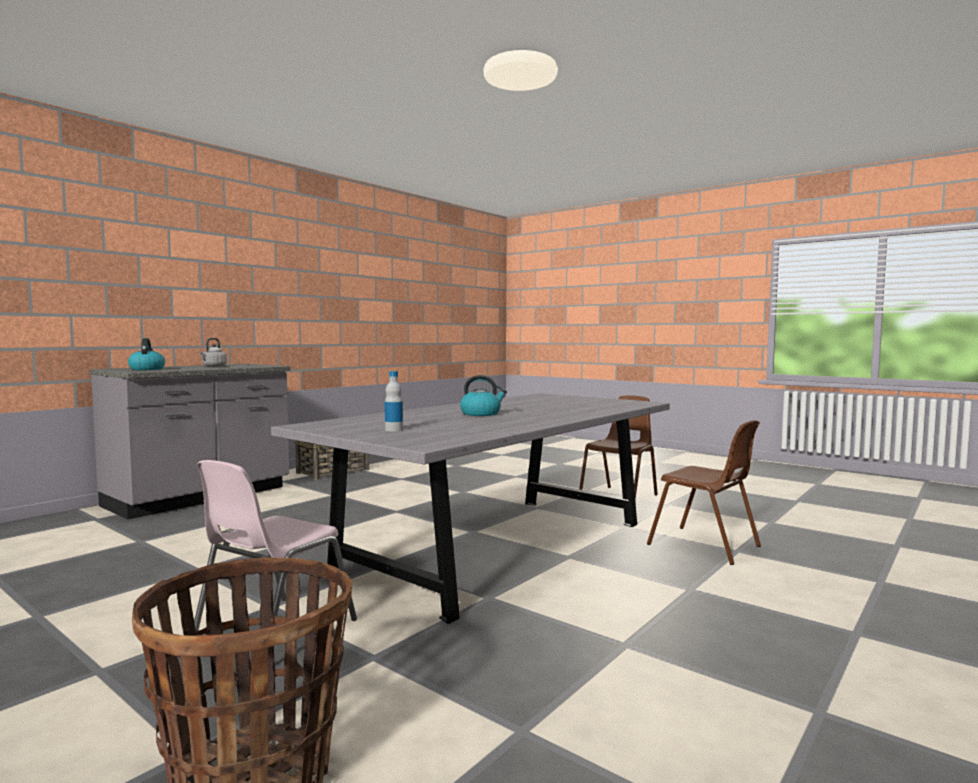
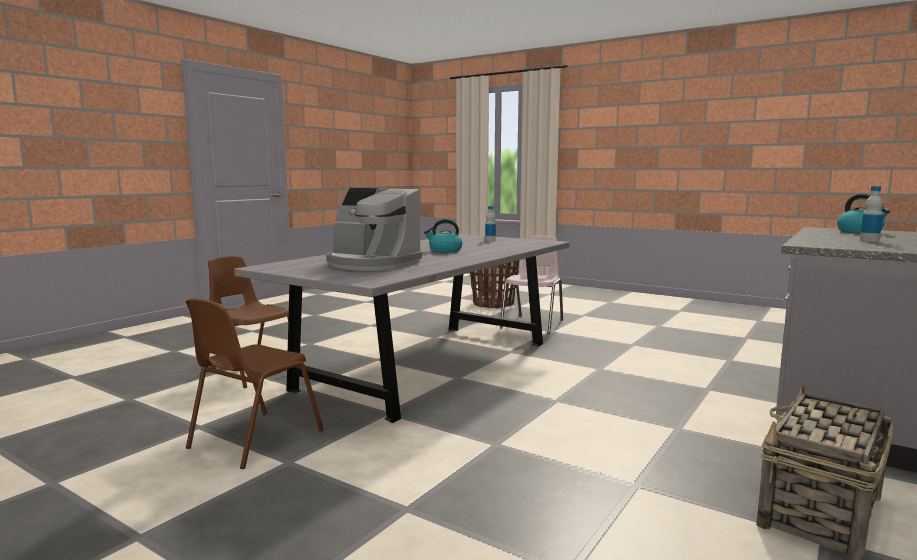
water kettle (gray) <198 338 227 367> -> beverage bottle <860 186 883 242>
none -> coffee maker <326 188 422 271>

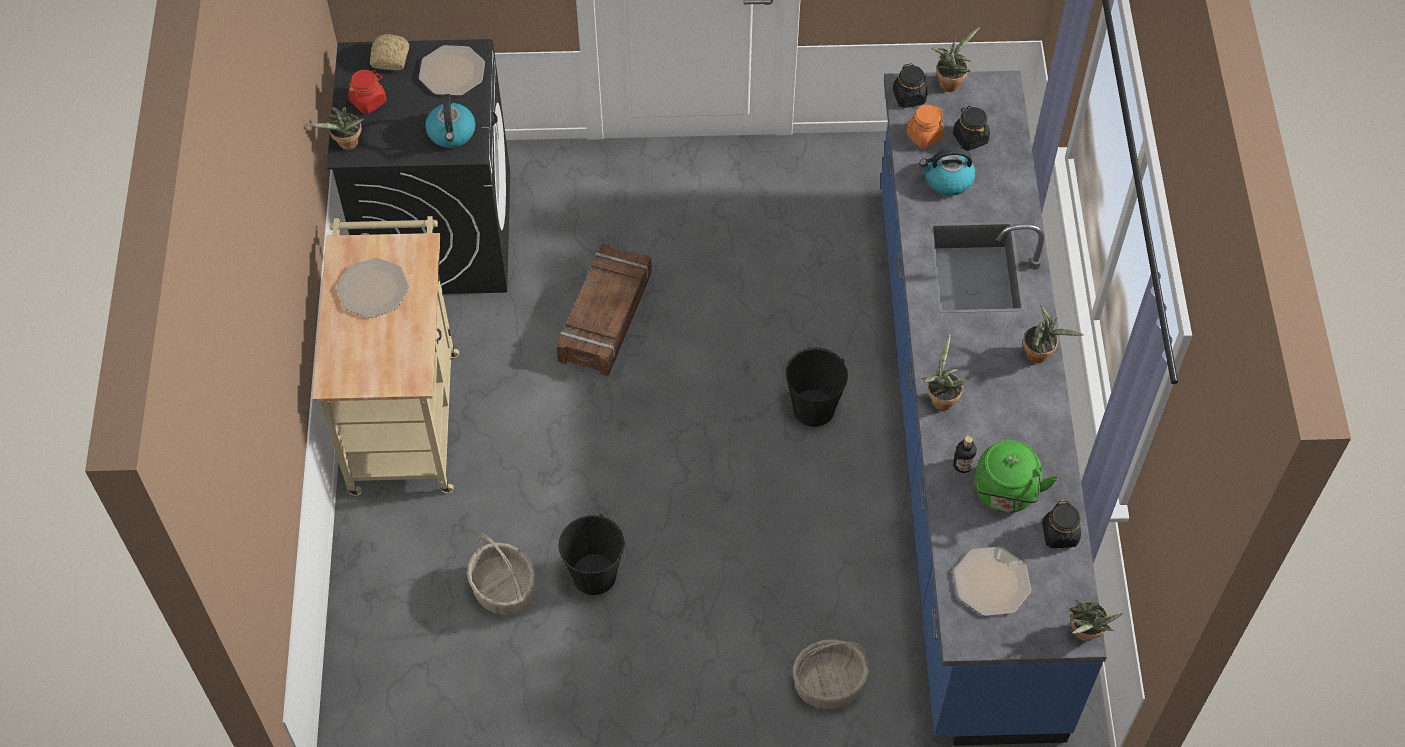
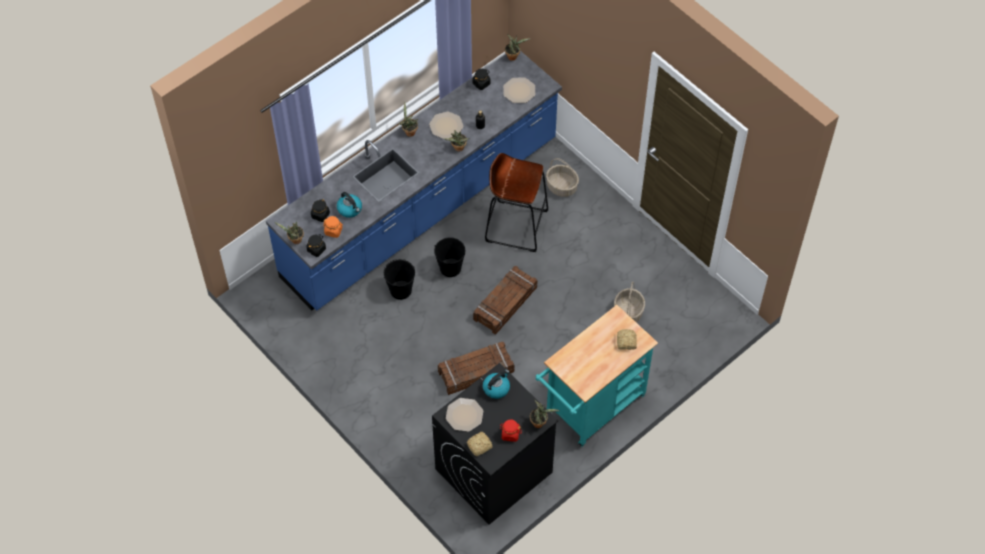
wheeled cart (sand-coloured) <312 216 459 496> -> wheeled cart (turquoise) <535 305 658 447>
plate <337 258 409 318> -> plate <429 111 463 139>, move
water kettle (green-coloured) <975 440 1058 513> -> none
bucket (black-coloured) <559 514 625 595> -> bucket (black-coloured) <384 259 415 300>, move
none -> stool seat (brownish) <485 153 548 252>
none -> packing crate <473 266 538 335>
none -> baked bread <617 329 637 350>

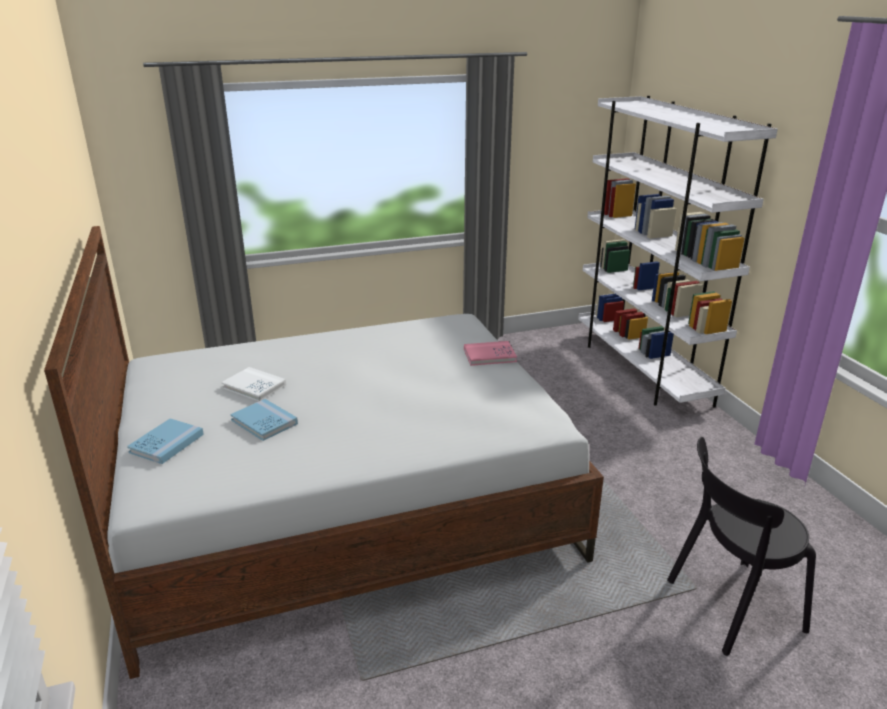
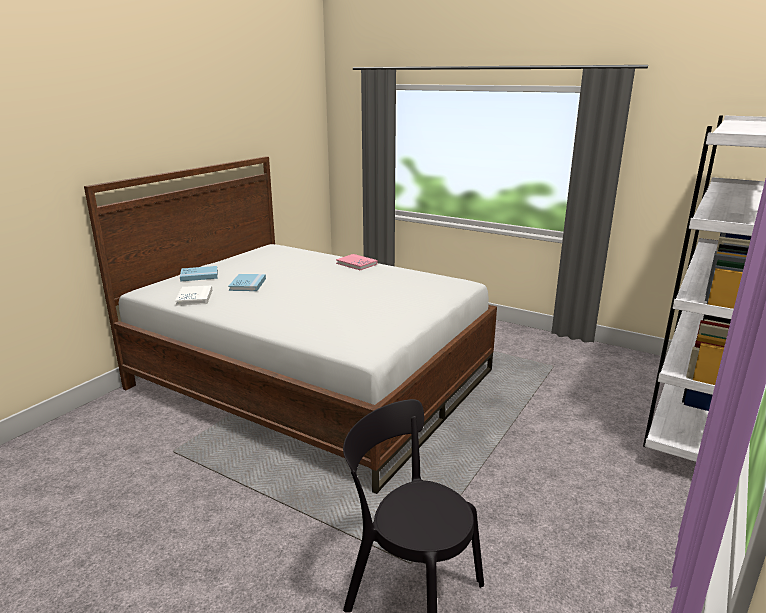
book (pink) <464 341 517 366> -> book (pink) <336 254 377 270>, move
book (whitish) <221 367 286 402> -> book (whitish) <175 285 212 306>, move

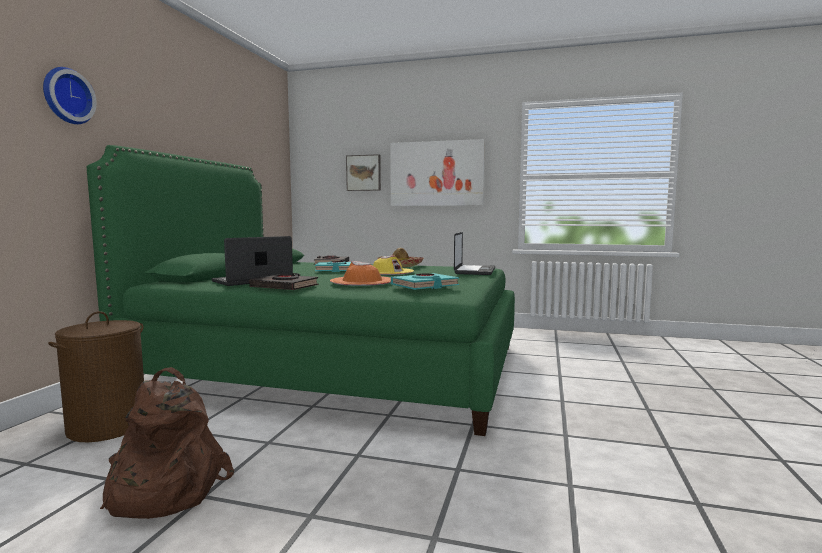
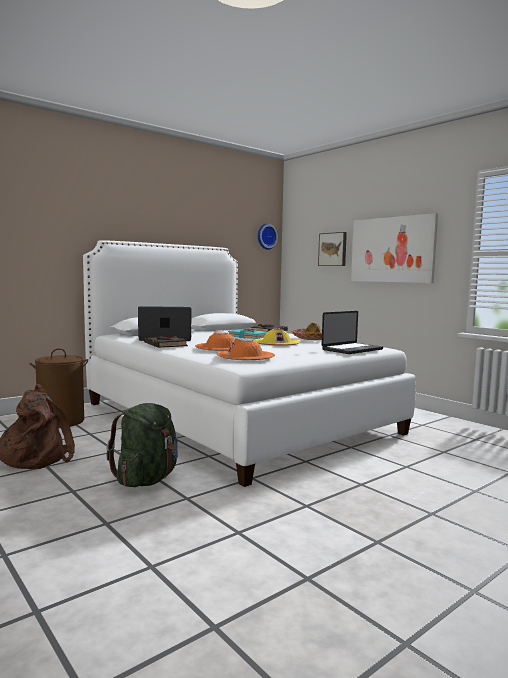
wall clock <43 67 97 124> -> wall clock <258 223 278 250>, move
bed (green-coloured) <87 145 515 436> -> bed (whitish) <83 240 416 487>
book (turquoise) <391 273 459 290> -> hat (orangey) <217 338 275 360>
none -> rucksack (green-coloured) <107 403 178 487>

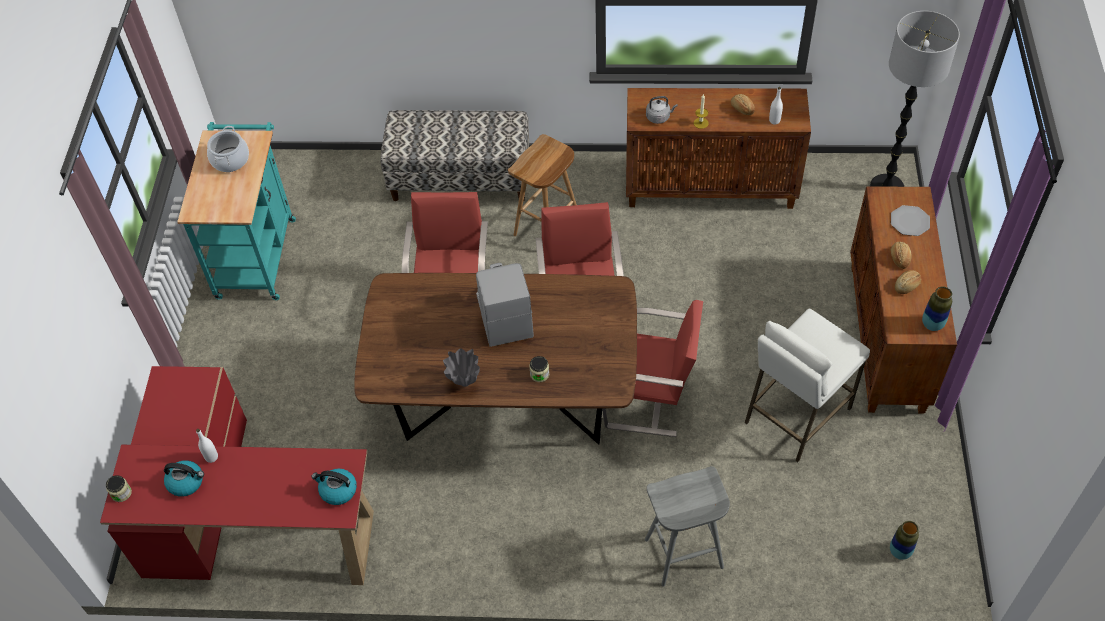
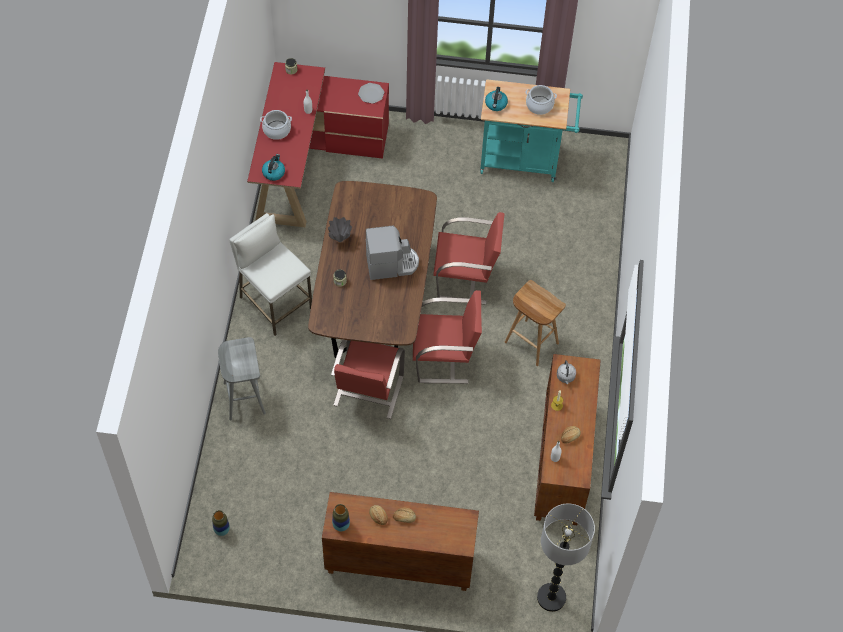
bench <380 110 529 202> -> none
plate <891 205 930 236> -> plate <358 83 384 104>, move
stool seat (whitish) <744 309 870 462> -> stool seat (whitish) <229 213 312 336>, move
water kettle <164 460 204 496> -> water kettle <485 87 508 111>, move
none -> saucepot <260 110 292 140>

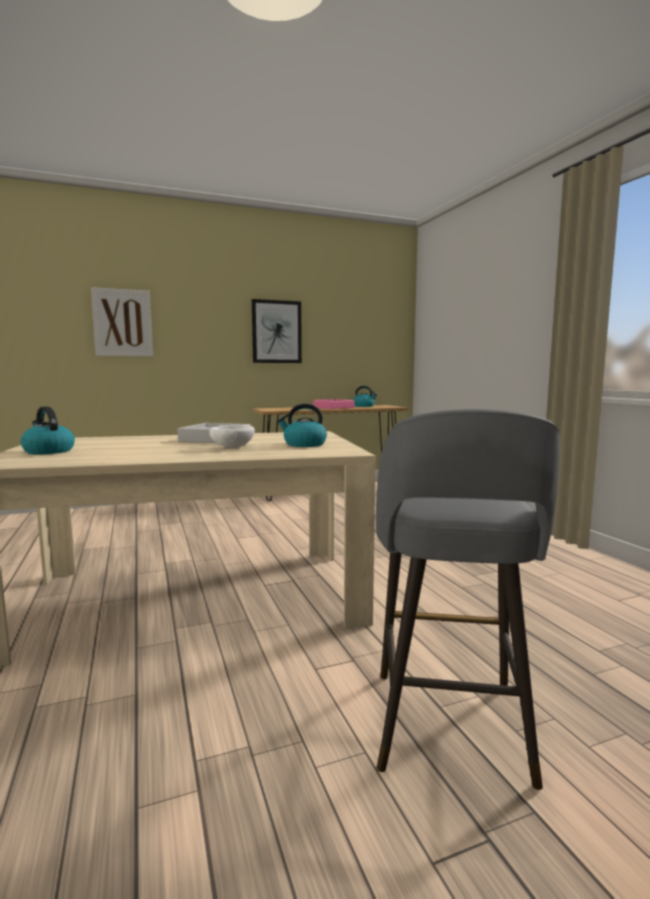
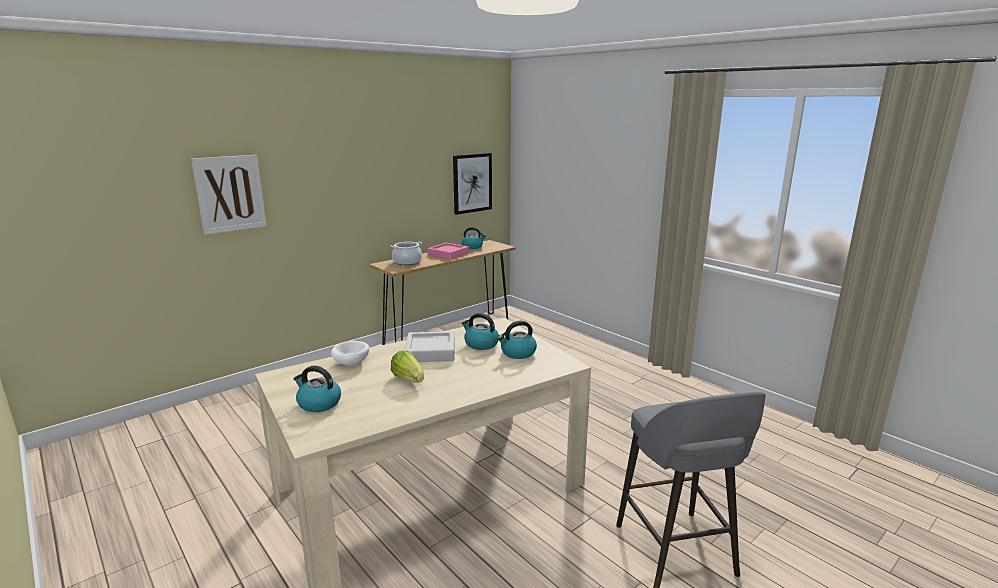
wall art <252 299 302 363> -> wall art <453 153 492 215>, move
deep dish (whitish) <209 425 255 448> -> deep dish (whitish) <331 341 369 366>, move
none -> saucepot <391 242 422 266>
none -> water kettle <462 313 499 350>
none -> lettuce <391 351 424 383>

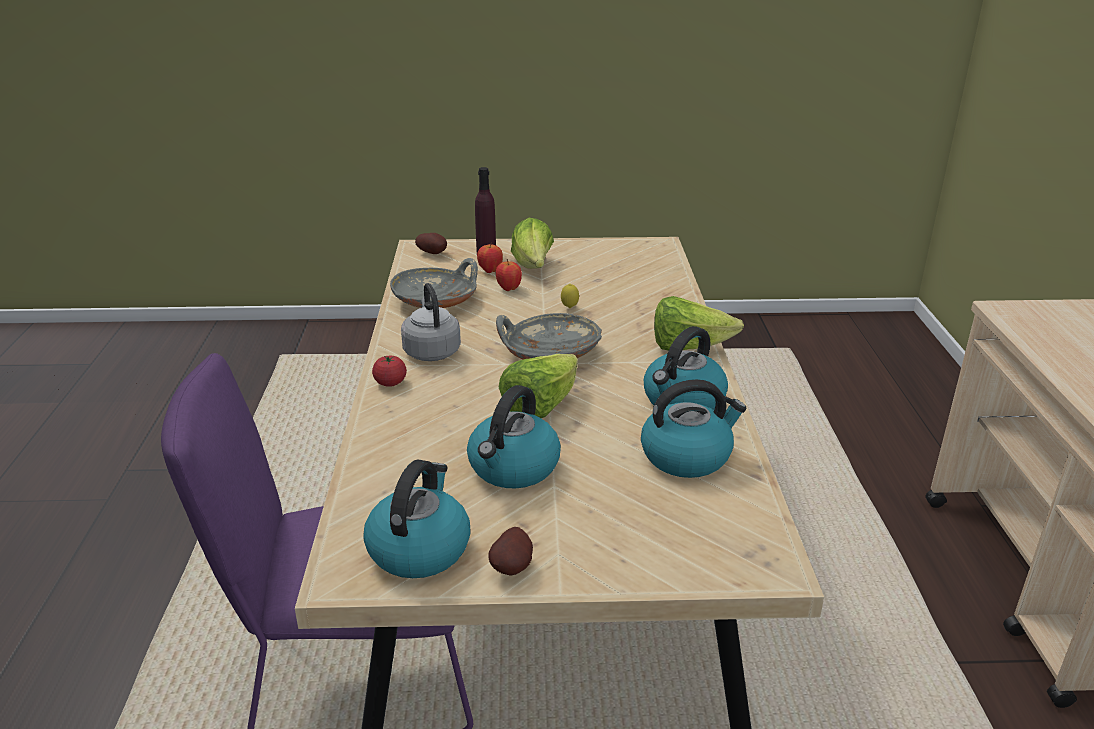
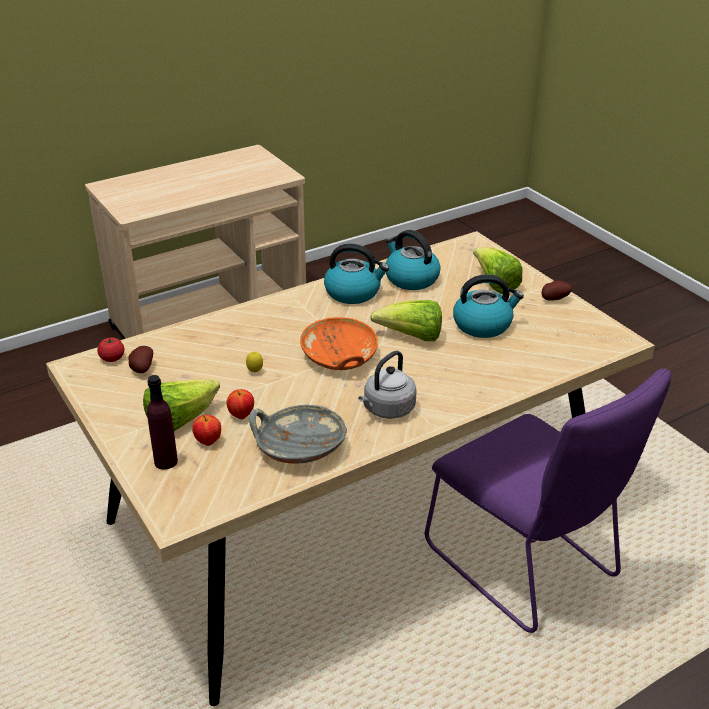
potato <415 233 447 254> -> potato <128 346 153 373>, move
lettuce <654 296 744 351> -> lettuce <473 247 523 294>, move
deep dish (gray) <496 313 602 359> -> deep dish (orangey) <300 317 378 370>
tomato <372 356 407 387> -> tomato <97 337 125 362>, move
water kettle <363 460 471 578> -> none

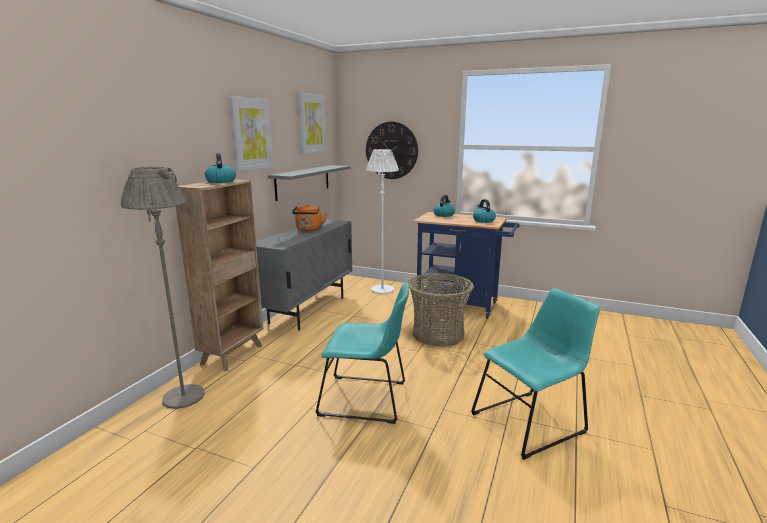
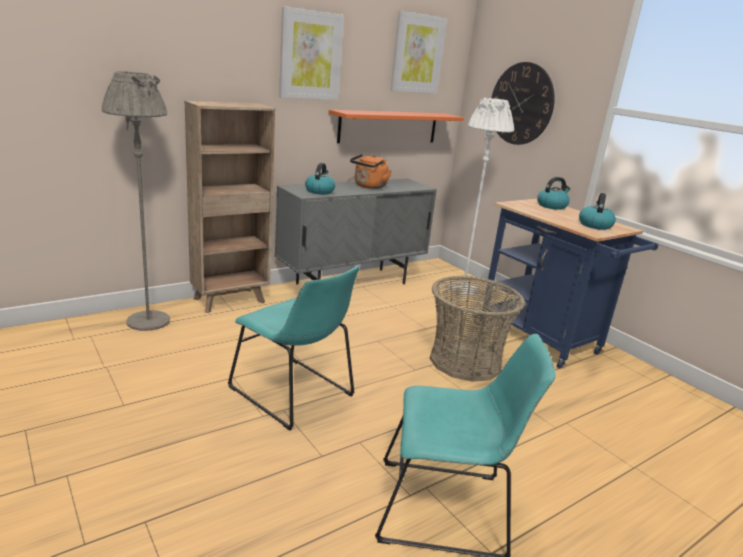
water kettle <205 153 236 183> -> water kettle <305 163 335 194>, move
shelf (gray) <268 165 351 201> -> shelf (orangey) <329 110 464 143>

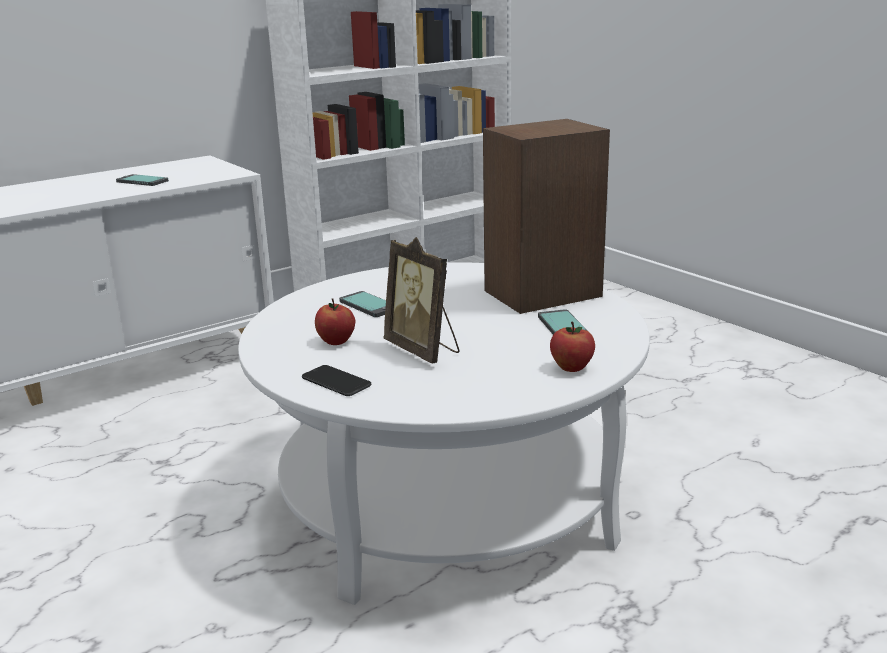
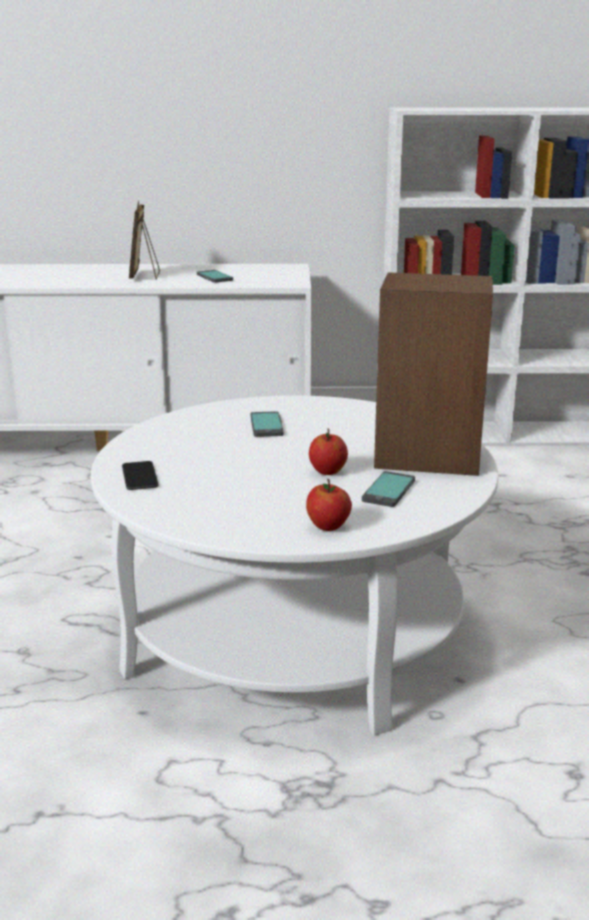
photo frame <383 237 460 364> -> photo frame <129 200 160 280>, move
apple fruit <315 298 356 345> -> apple fruit <309 429 348 475>, move

